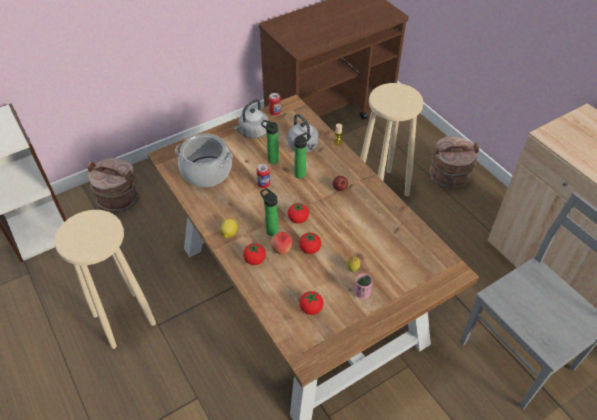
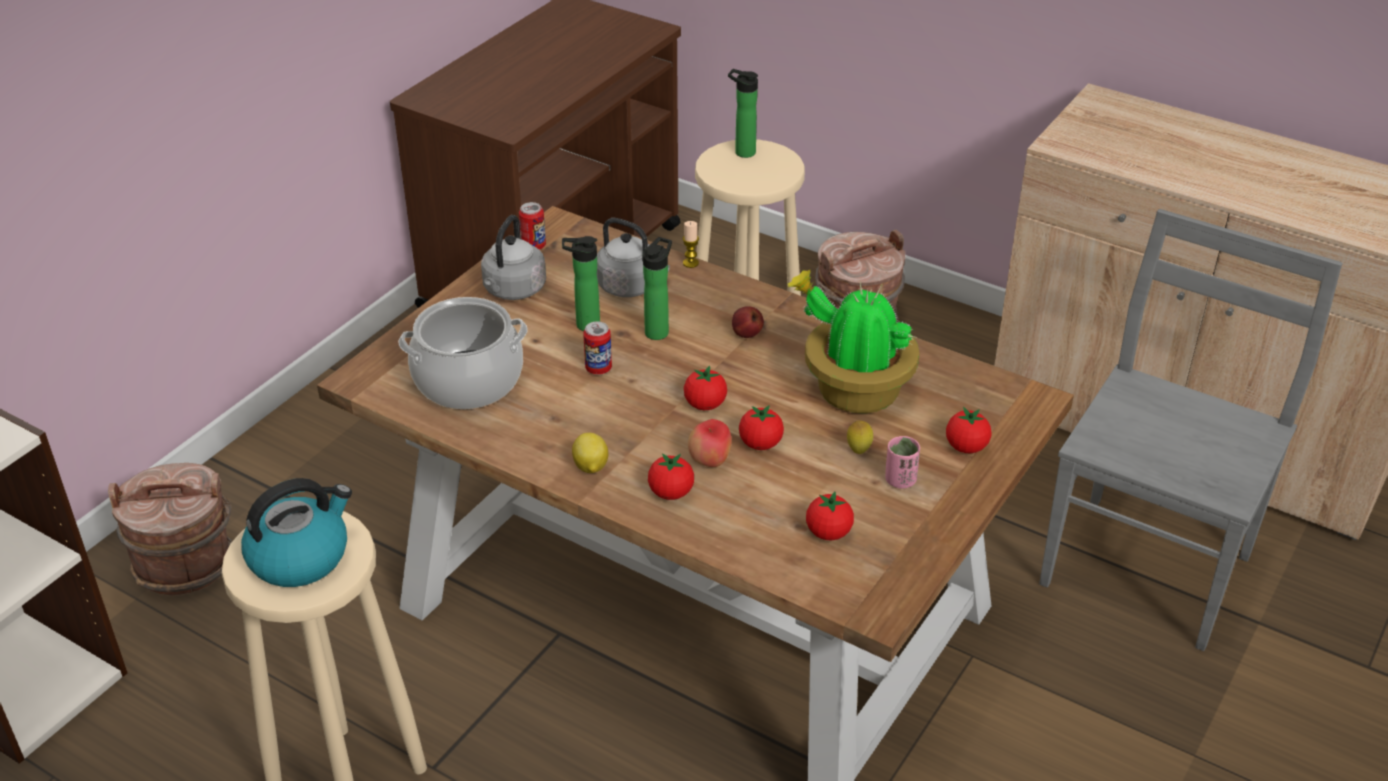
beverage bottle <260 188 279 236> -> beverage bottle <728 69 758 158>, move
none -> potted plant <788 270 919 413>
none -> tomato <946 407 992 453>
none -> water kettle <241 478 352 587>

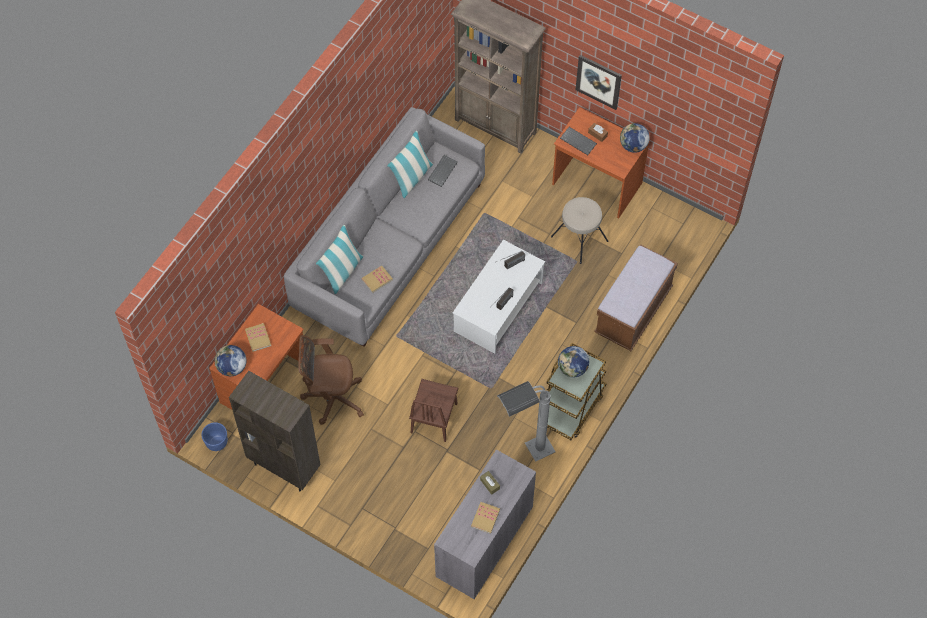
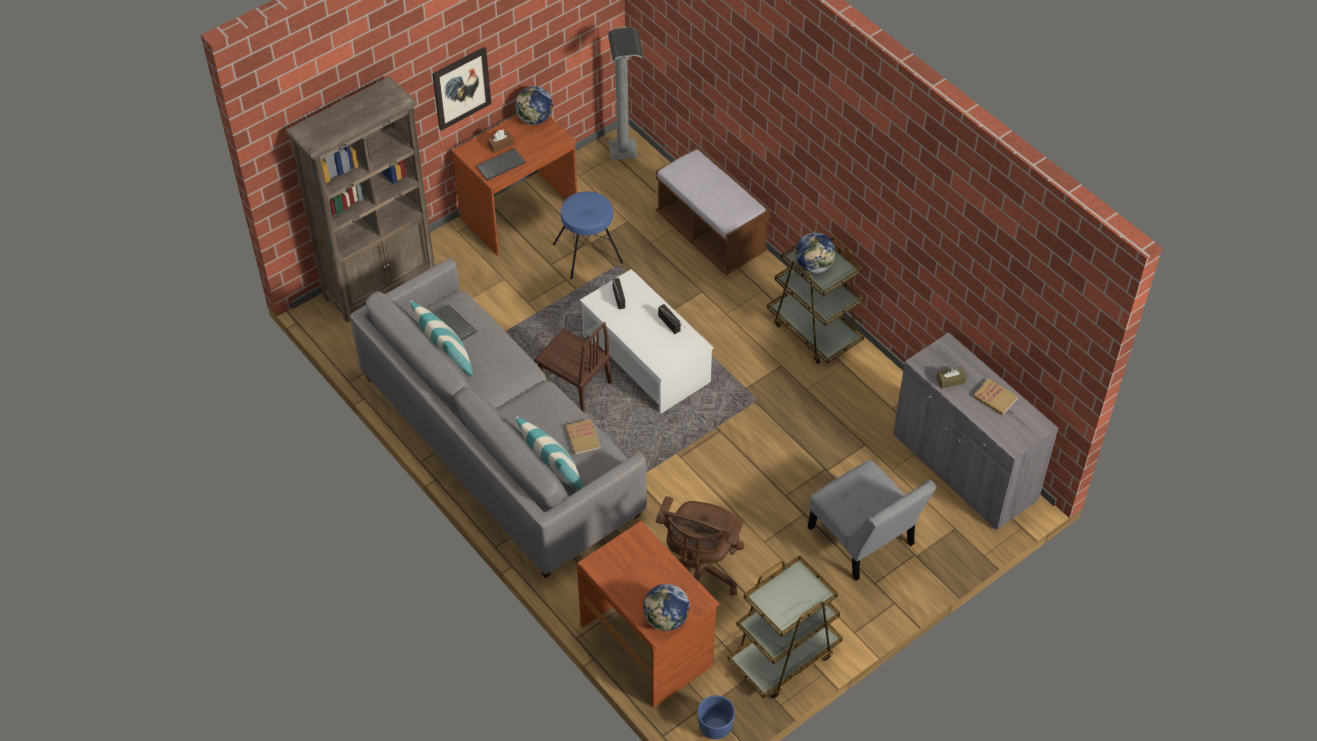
stool seat (sand-coloured) <551 197 608 264> -> stool seat (bluish) <553 191 623 279>
book <245 323 271 352> -> none
shelving unit (brownish) <229 371 320 491> -> wheeled cart (brownish) <728 555 843 698>
plain chair (brownish) <409 379 458 442> -> plain chair (brownish) <533 322 612 413>, move
standard lamp (gray) <497 381 556 462> -> standard lamp (gray) <608 26 643 160>, move
none -> plain chair (gray) <808 460 937 581>

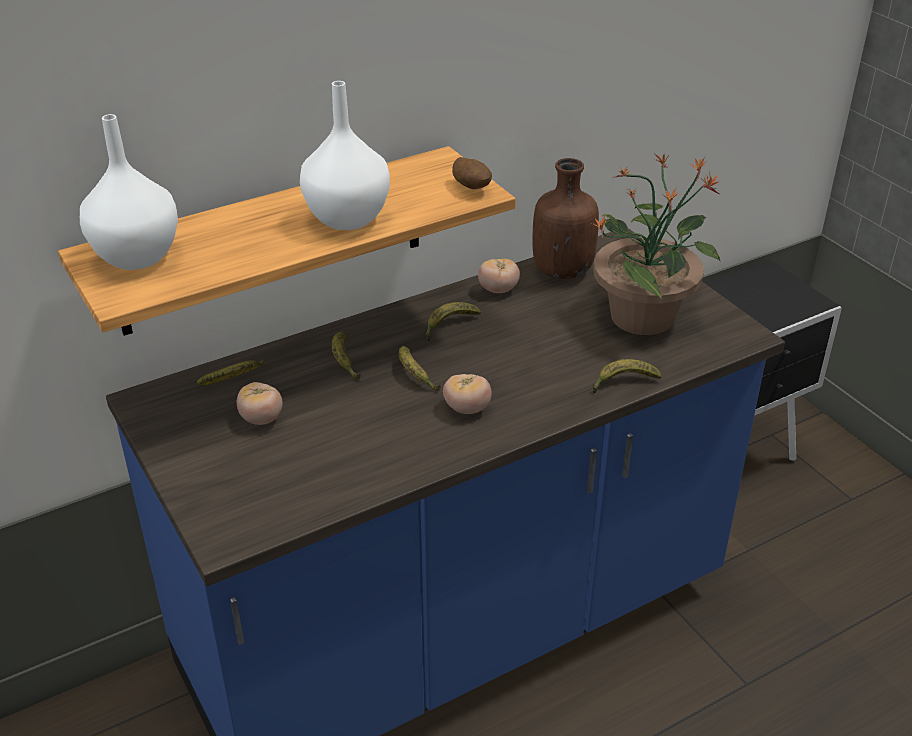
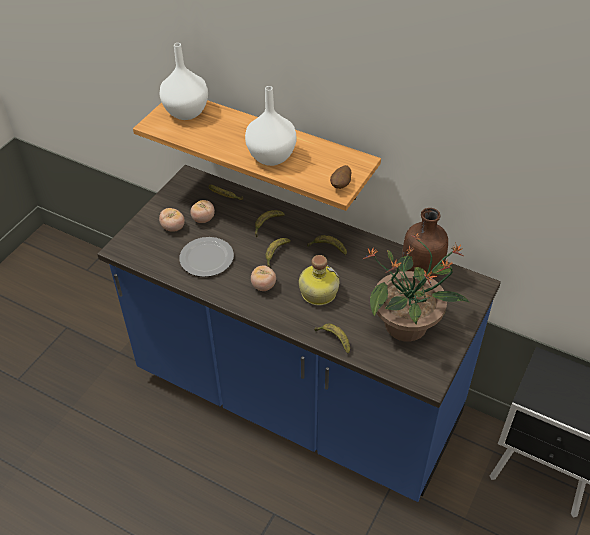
tomato <478 258 520 293> -> tomato <159 208 185 232>, move
none -> plate <179 237 234 277>
none -> beverage bottle <299 255 339 305>

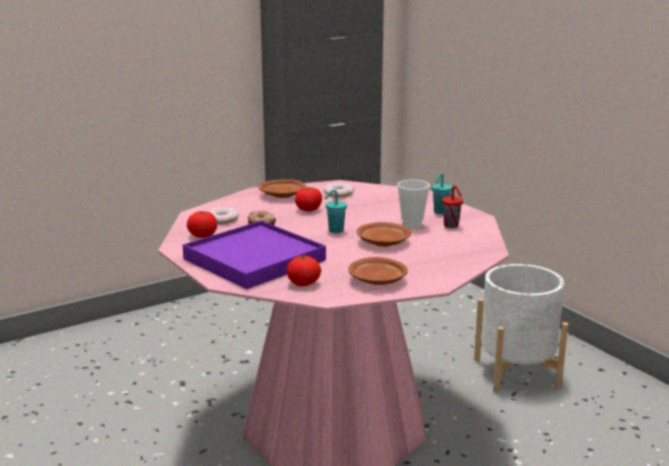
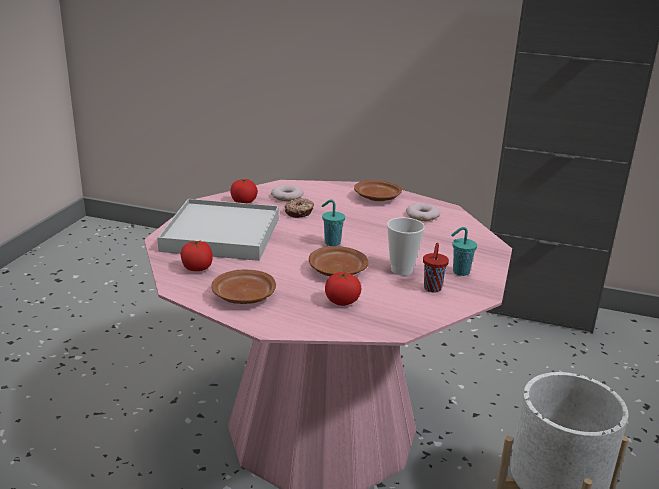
tomato <295 187 322 211> -> tomato <325 272 361 306>, move
serving tray (purple) <183 221 326 289> -> serving tray (whitish) <157 199 279 261>

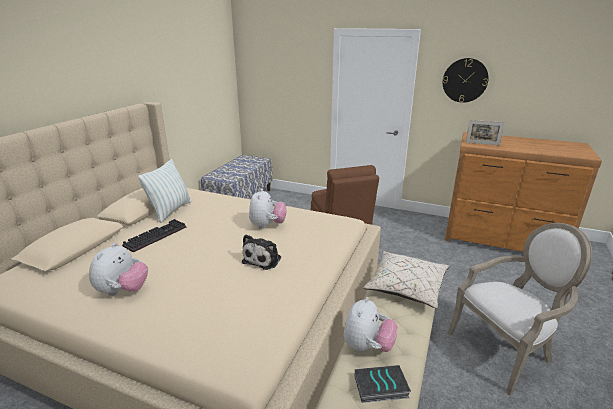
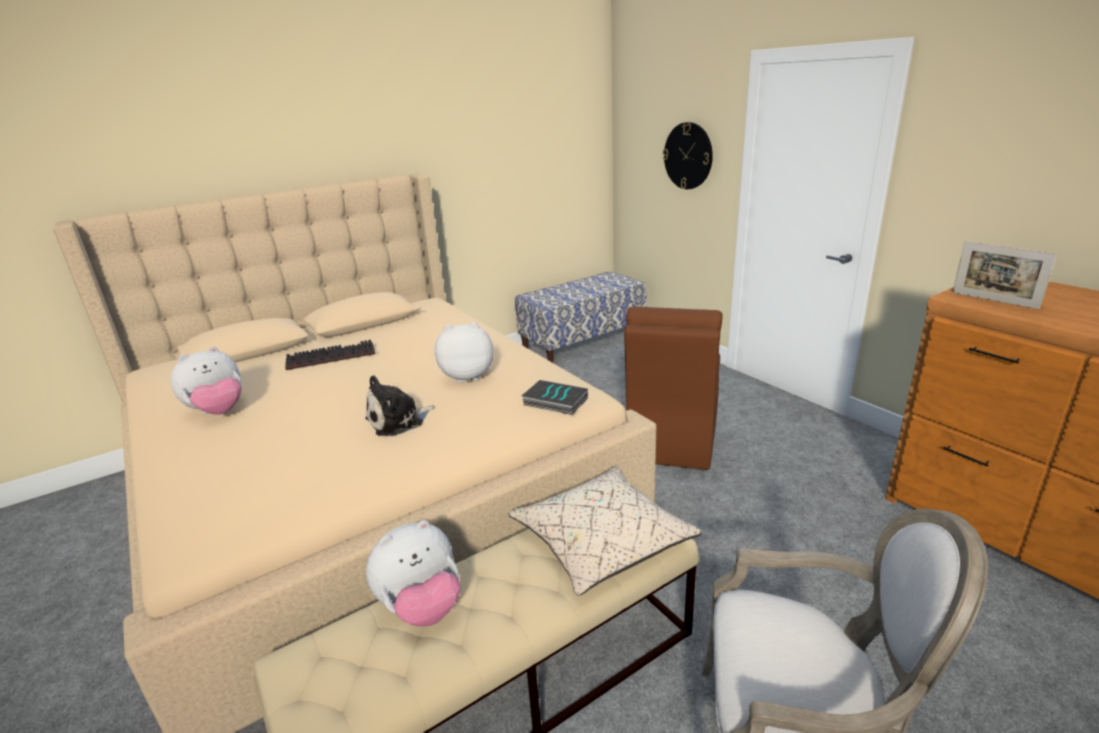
wall clock <443 58 489 103> -> wall clock <663 122 713 189>, move
cushion <138 159 191 223> -> none
cuddly toy <249 188 286 229> -> cuddly toy <435 322 494 383>, 135 degrees counterclockwise
book <354 365 411 403> -> book <521 380 588 415>, move

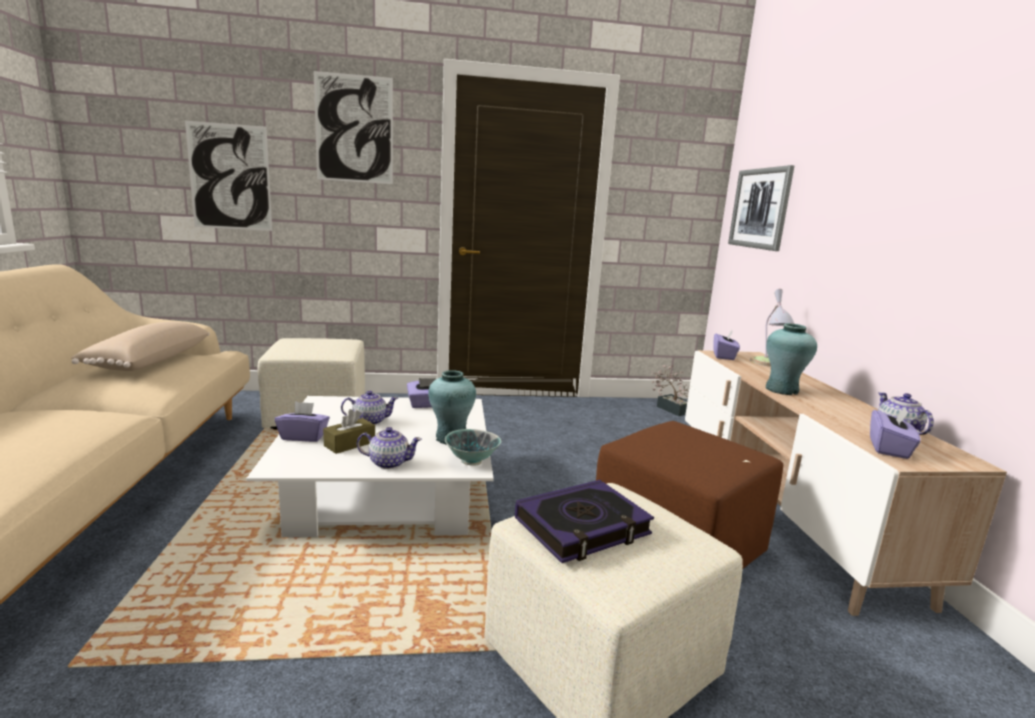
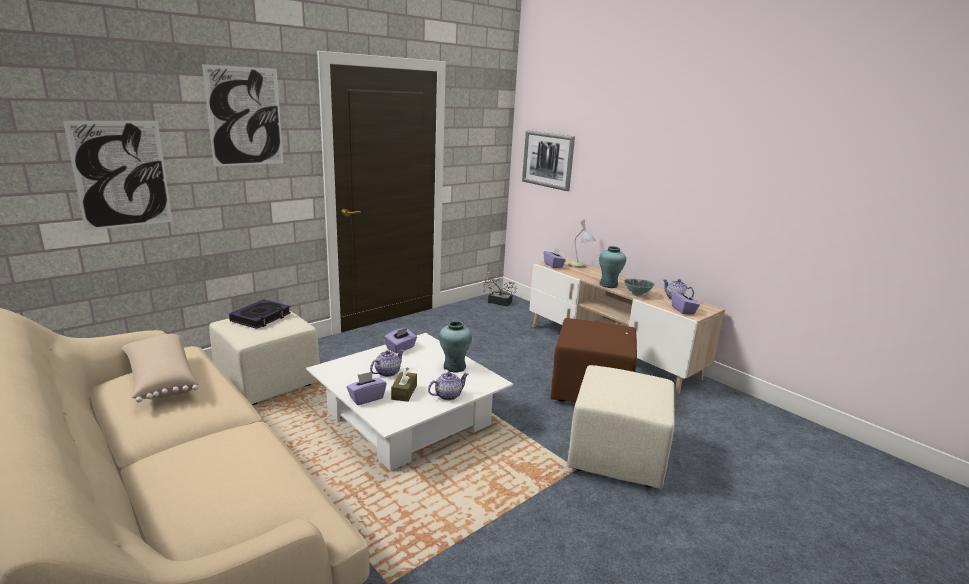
deep dish <445 429 501 466> -> deep dish <624 278 655 296>, move
book <515 480 654 563> -> book <229 299 291 329>, move

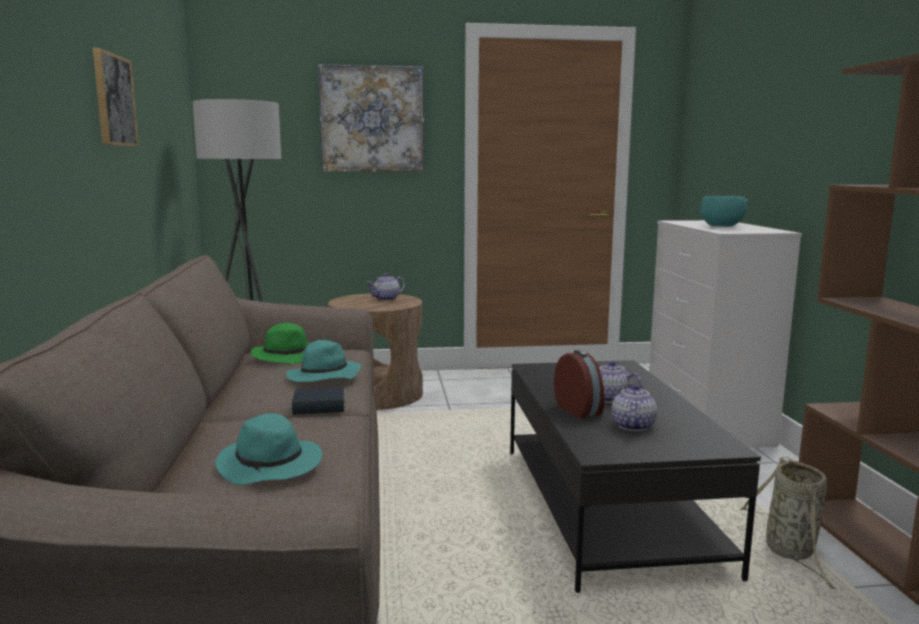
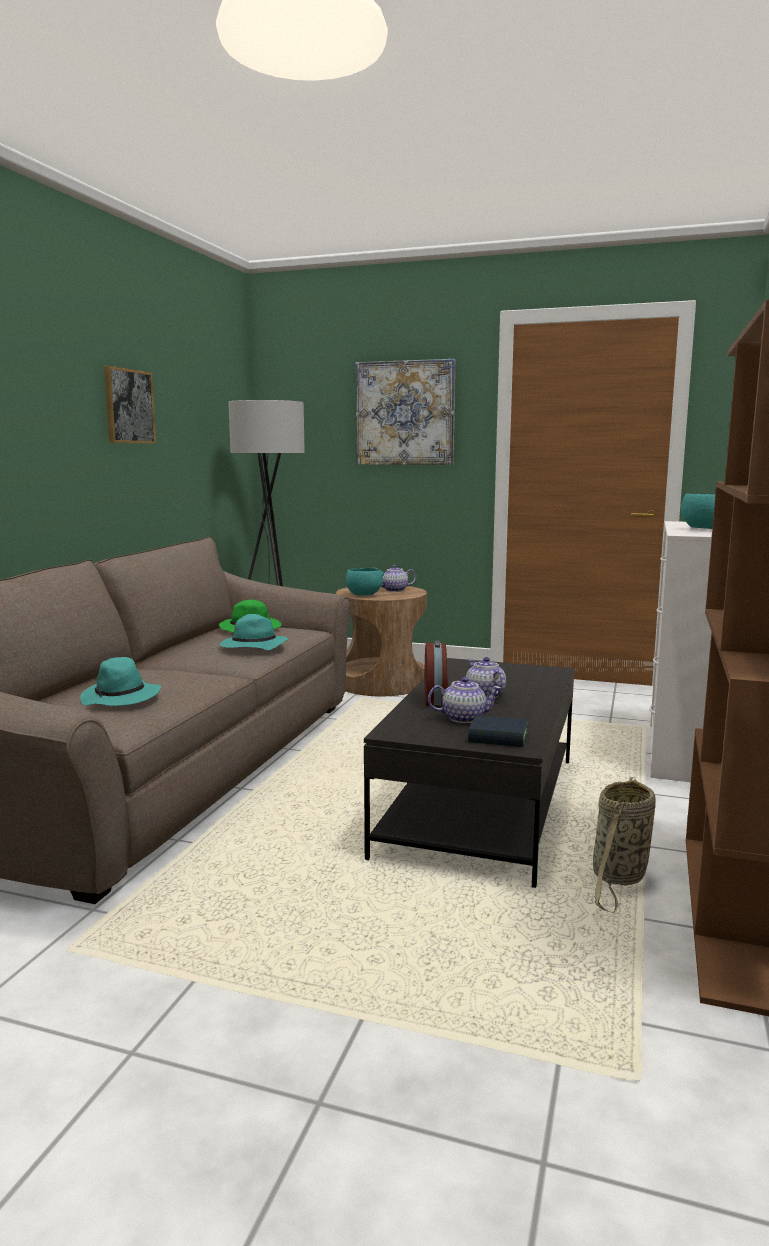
tea pot <611 384 657 431> -> tea pot <428 677 501 723>, 45 degrees clockwise
book <292 387 345 415> -> book <468 716 528 747>, move
none -> deep dish (turquoise) <345 568 384 596>

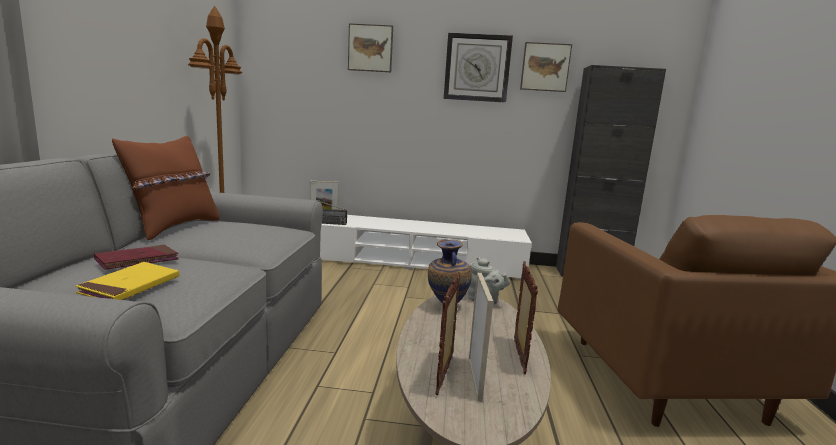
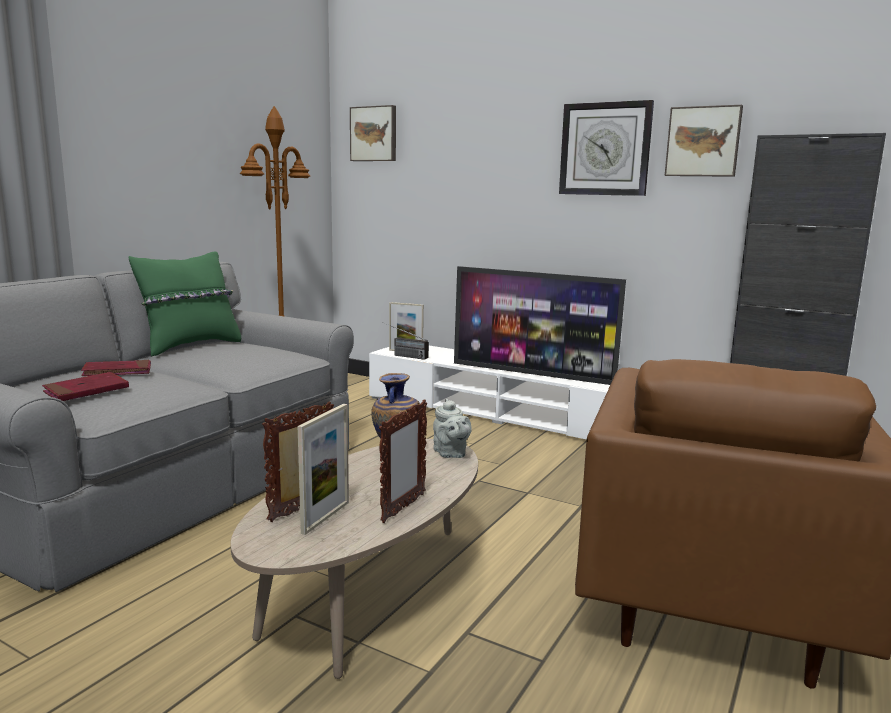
wall art <348 23 393 72> -> wall art <350 105 396 161>, move
cushion (brownish) <112 136 220 241> -> cushion (green-coloured) <129 252 241 356>
book (yellowish) <75 262 179 300> -> book (red-coloured) <42 372 129 401>
none -> TV <454 266 626 385>

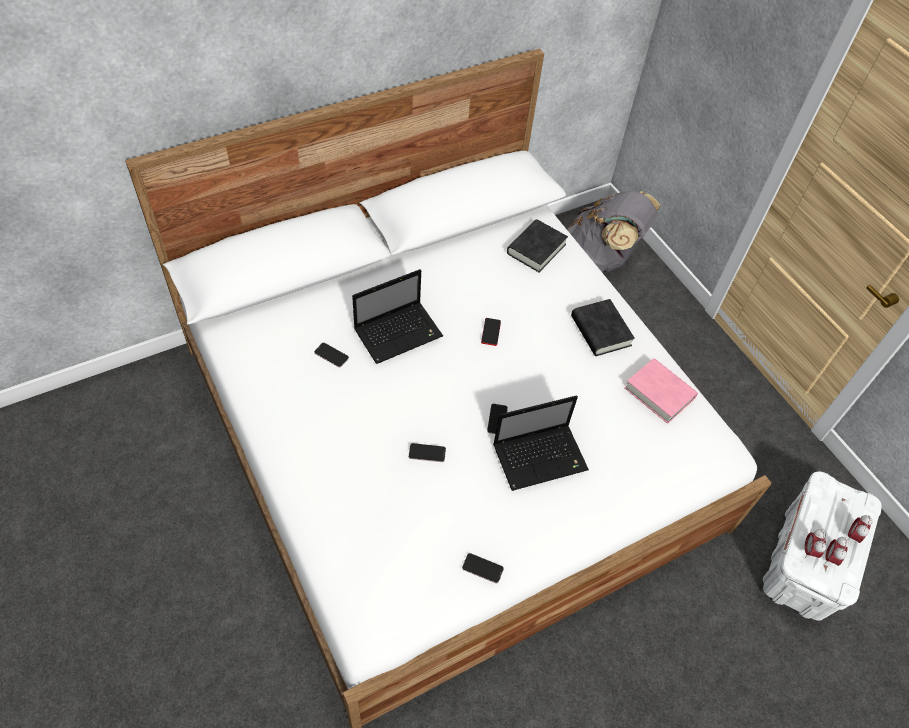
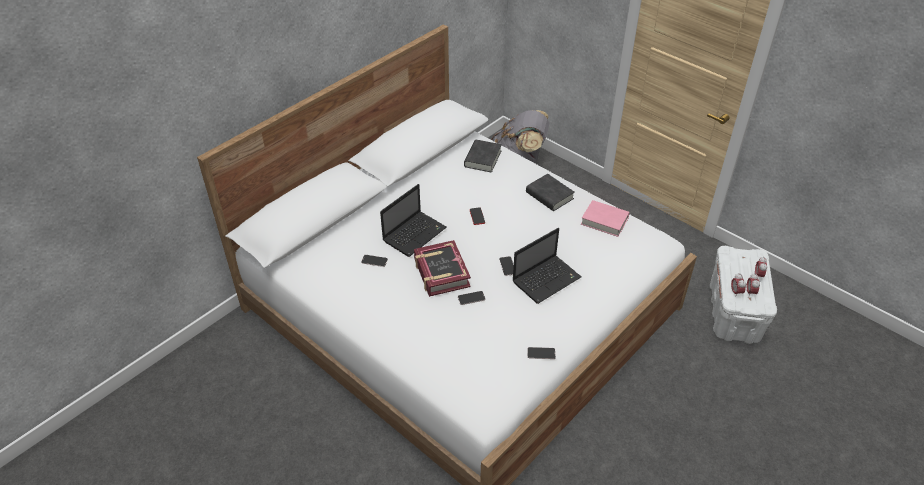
none -> book <414 240 471 297>

